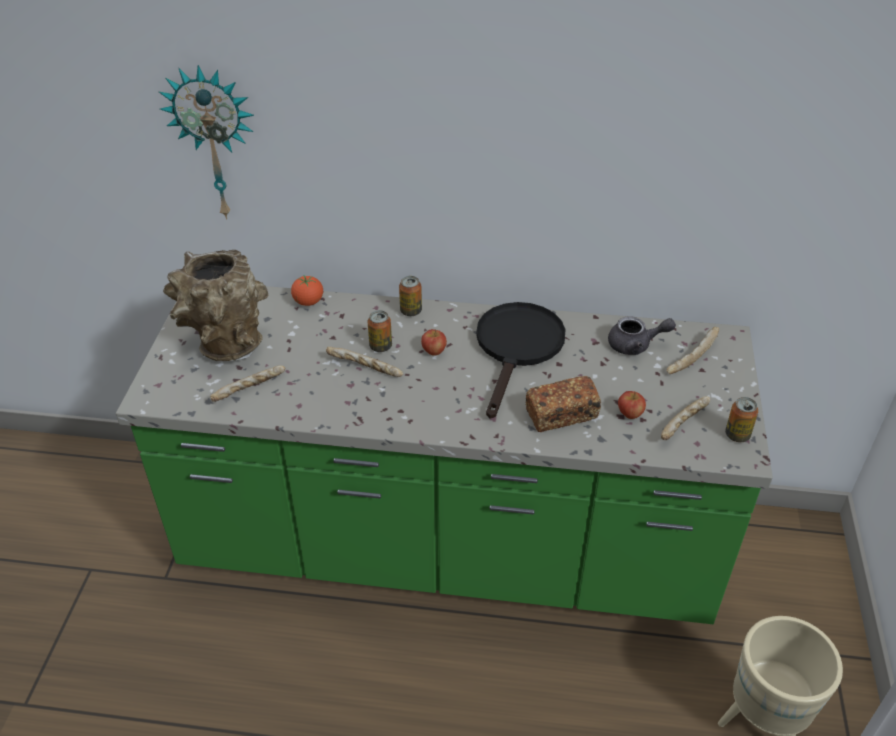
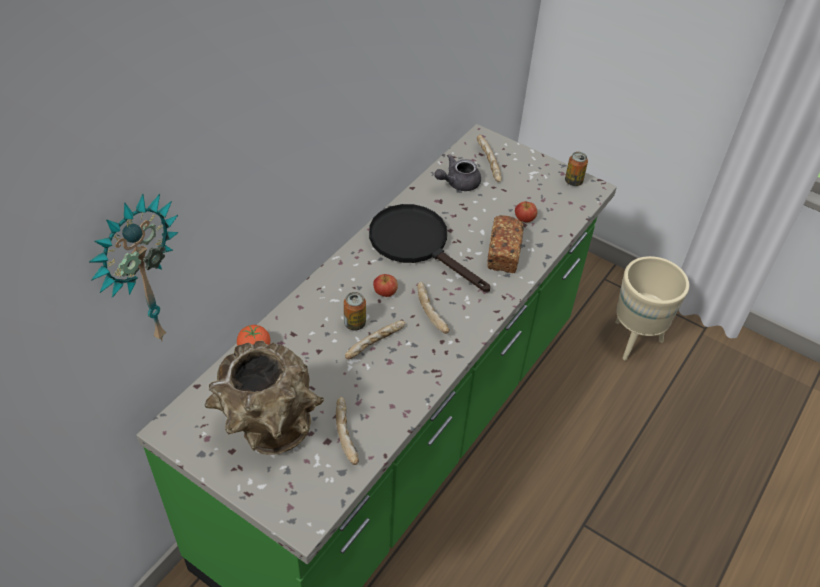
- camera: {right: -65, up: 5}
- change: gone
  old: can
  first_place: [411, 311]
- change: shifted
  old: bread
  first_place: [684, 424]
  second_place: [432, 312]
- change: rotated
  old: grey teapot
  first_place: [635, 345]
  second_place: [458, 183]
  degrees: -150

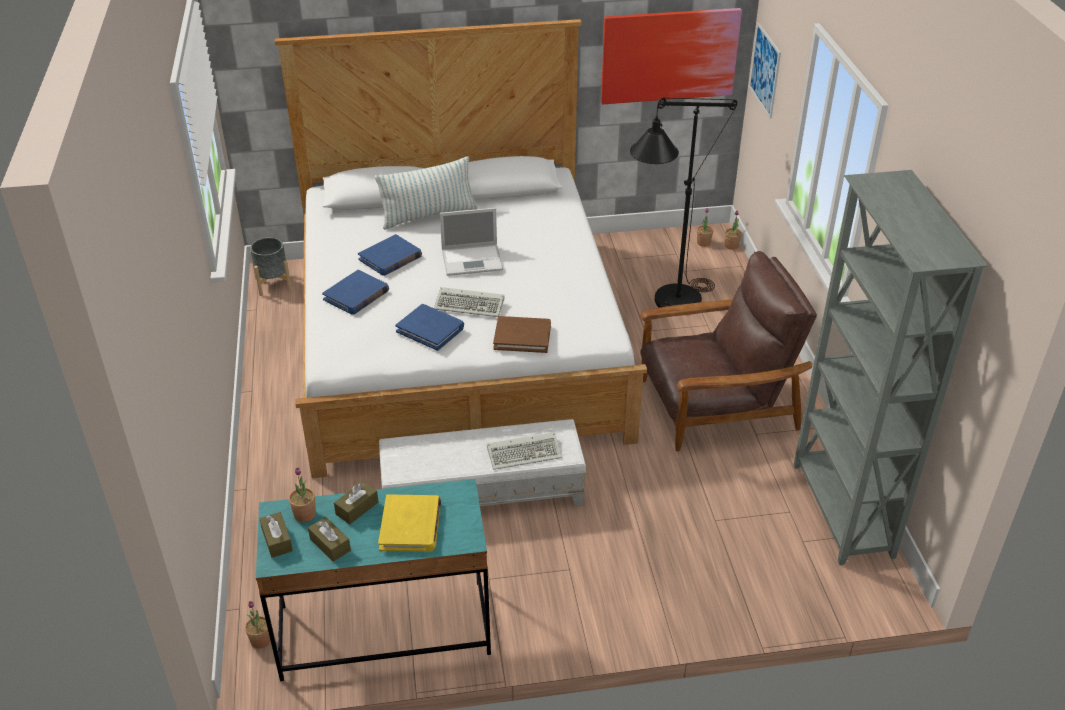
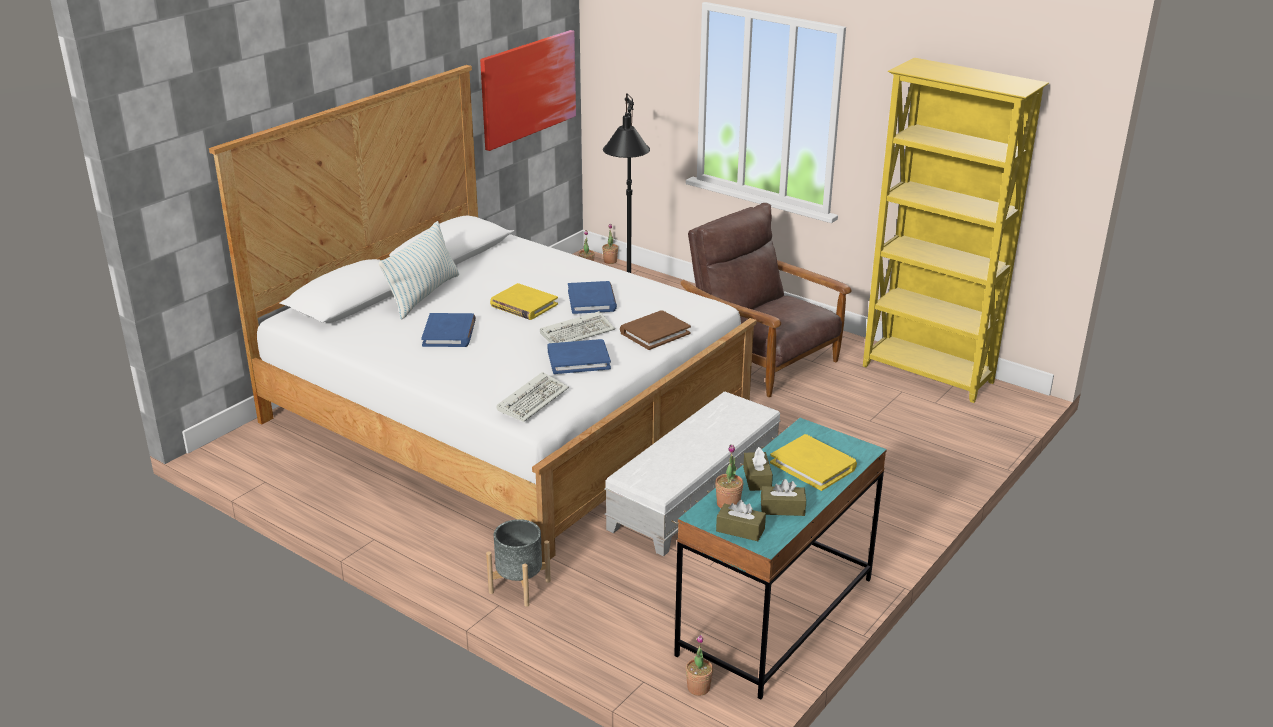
- camera: {right: -45, up: -10}
- change: gone
  old: picture
  first_place: [765, 70]
- change: shifted
  old: grey planter
  first_place: [273, 284]
  second_place: [519, 587]
- change: shifted
  old: blue book
  first_place: [356, 295]
  second_place: [592, 300]
- change: shifted
  old: keyboard
  first_place: [525, 453]
  second_place: [533, 399]
- change: swapped
  old: laptop
  new: yellow book
  first_place: [473, 260]
  second_place: [523, 305]
- change: repainted
  old: grey bookcase
  new: yellow bookcase
  first_place: [841, 511]
  second_place: [928, 375]
- change: rotated
  old: brown armchair
  first_place: [715, 405]
  second_place: [760, 358]
  degrees: -75

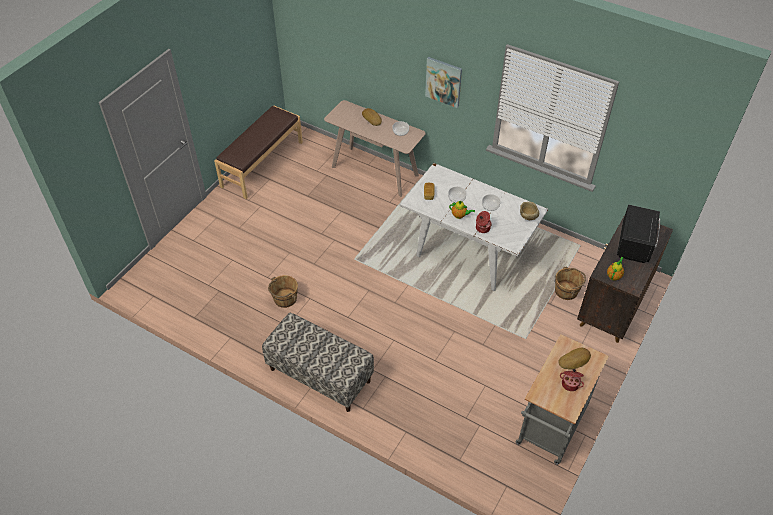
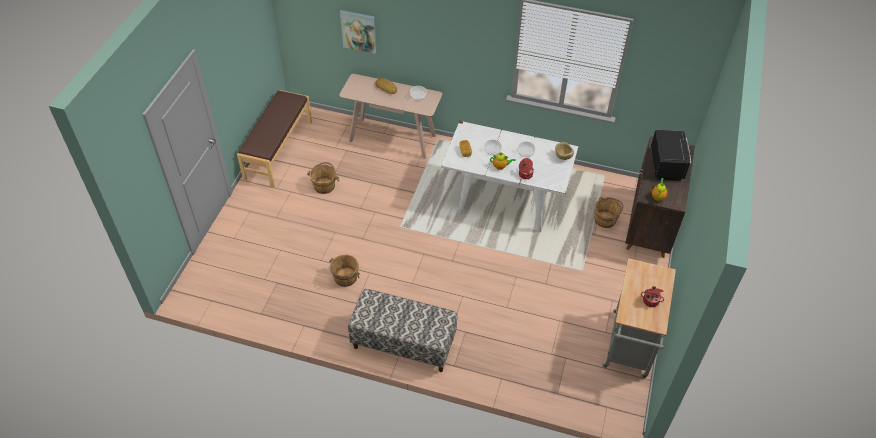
- camera: {right: -15, up: 0}
- change: gone
  old: bread
  first_place: [574, 360]
- change: new
  new: brown bucket
  second_place: [324, 186]
- change: shifted
  old: picture
  first_place: [443, 81]
  second_place: [359, 31]

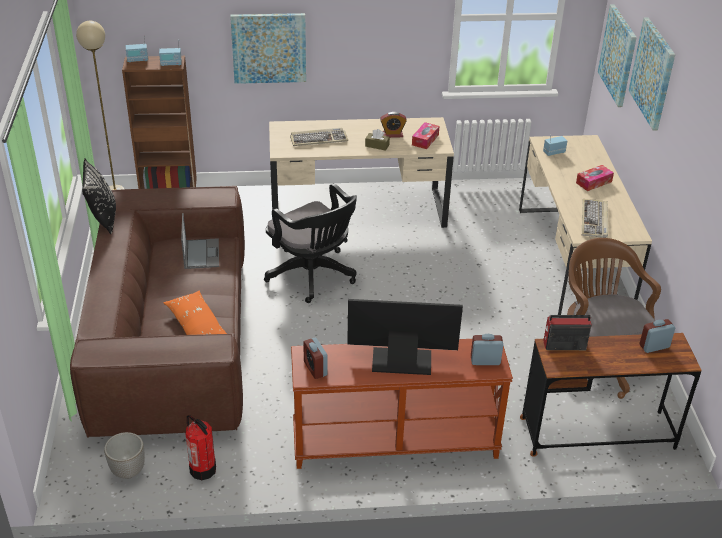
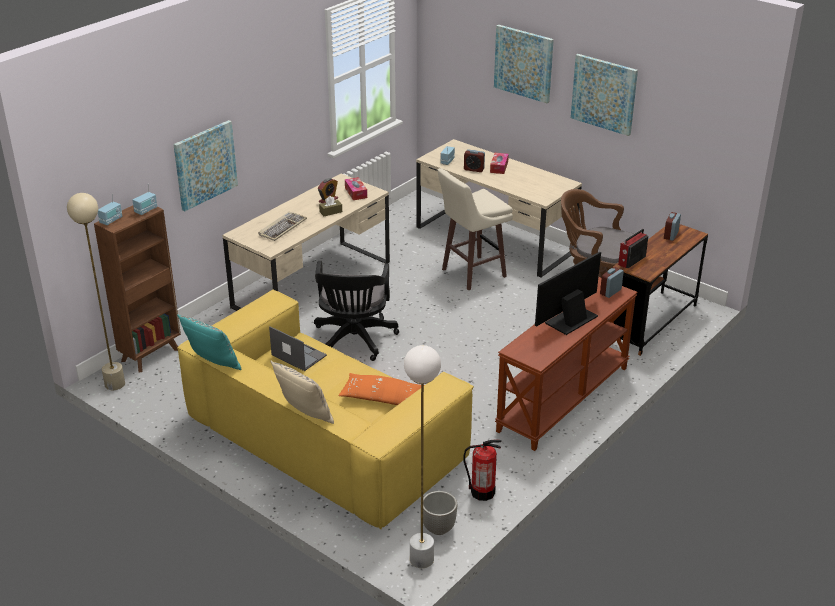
- camera: {right: -45, up: -5}
- change: gone
  old: keyboard
  first_place: [594, 220]
- change: new
  new: beige pillow
  second_place: [305, 414]
- change: new
  new: white floor lamp
  second_place: [421, 559]
- change: new
  new: beige stool
  second_place: [472, 273]
- change: shifted
  old: alarm clock
  first_place: [315, 368]
  second_place: [474, 169]
- change: shifted
  old: picture
  first_place: [618, 55]
  second_place: [604, 94]
- change: repainted
  old: brown sofa
  new: yellow sofa
  first_place: [172, 338]
  second_place: [325, 438]
- change: repainted
  old: black pillow
  new: turquoise pillow
  first_place: [103, 218]
  second_place: [213, 364]
- change: rotated
  old: black office chair
  first_place: [313, 276]
  second_place: [354, 341]
  degrees: 90

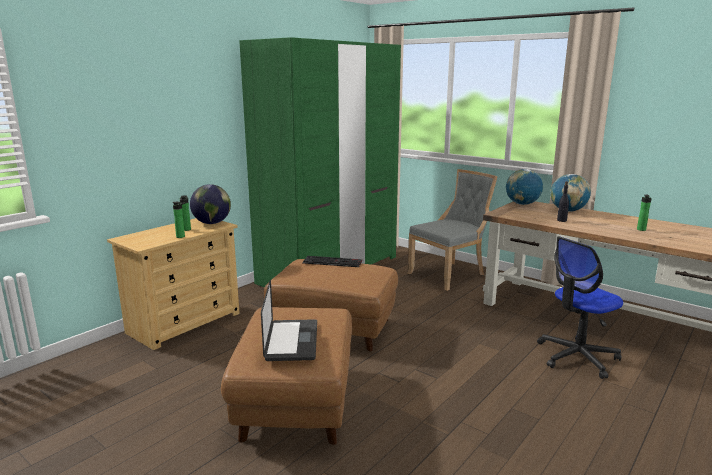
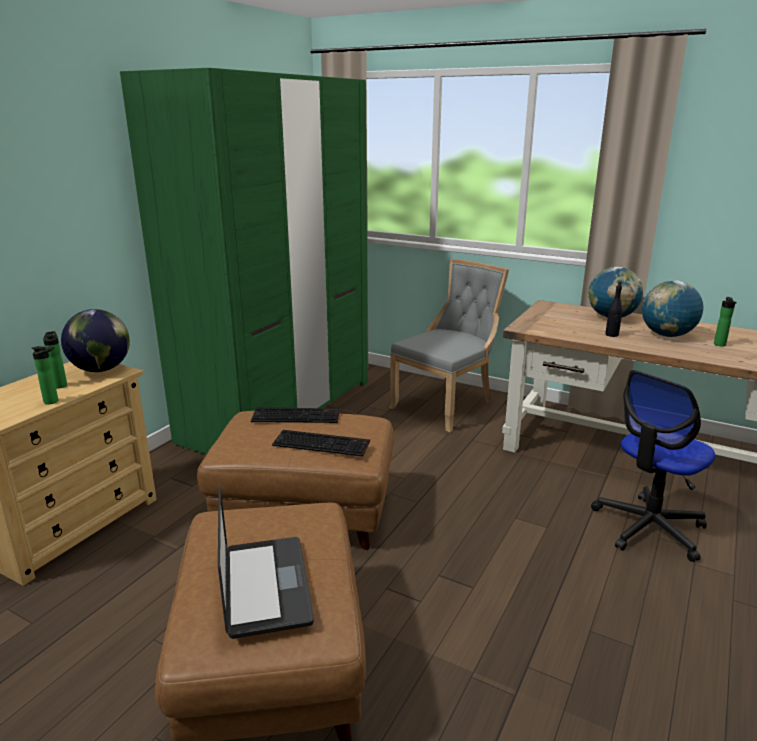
- camera: {right: -10, up: 5}
- change: new
  new: keyboard
  second_place: [322, 443]
- change: shifted
  old: globe
  first_place: [522, 204]
  second_place: [667, 335]

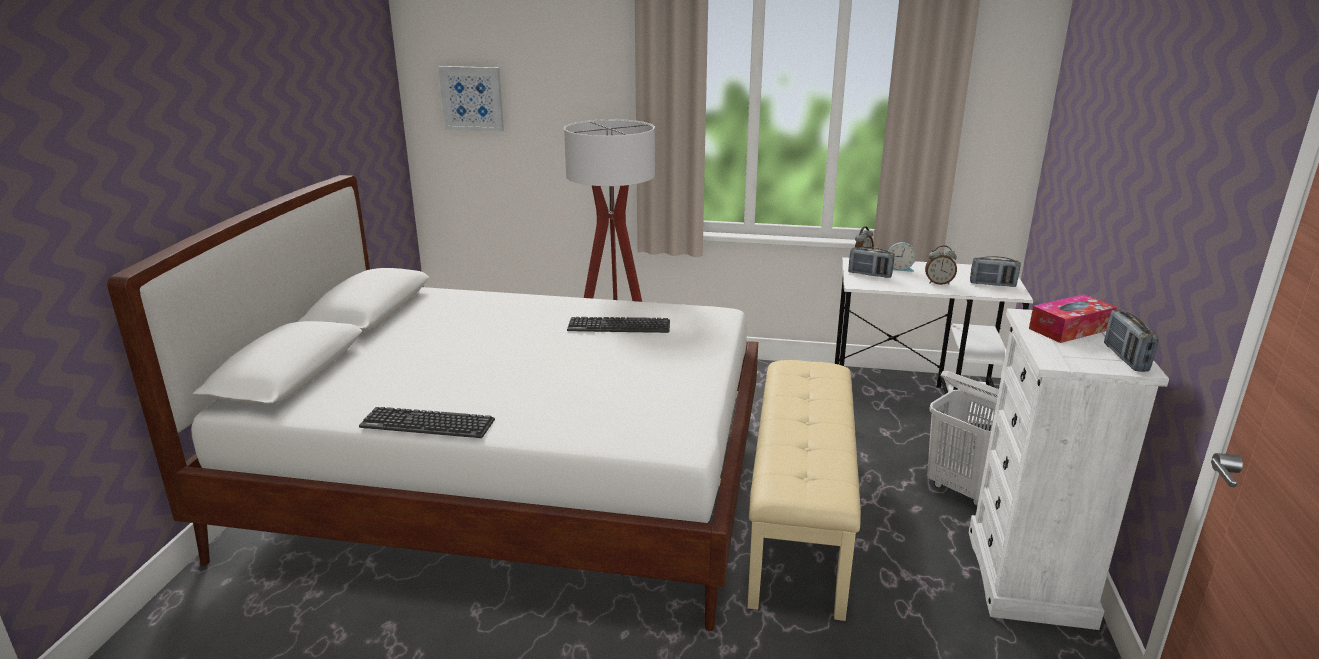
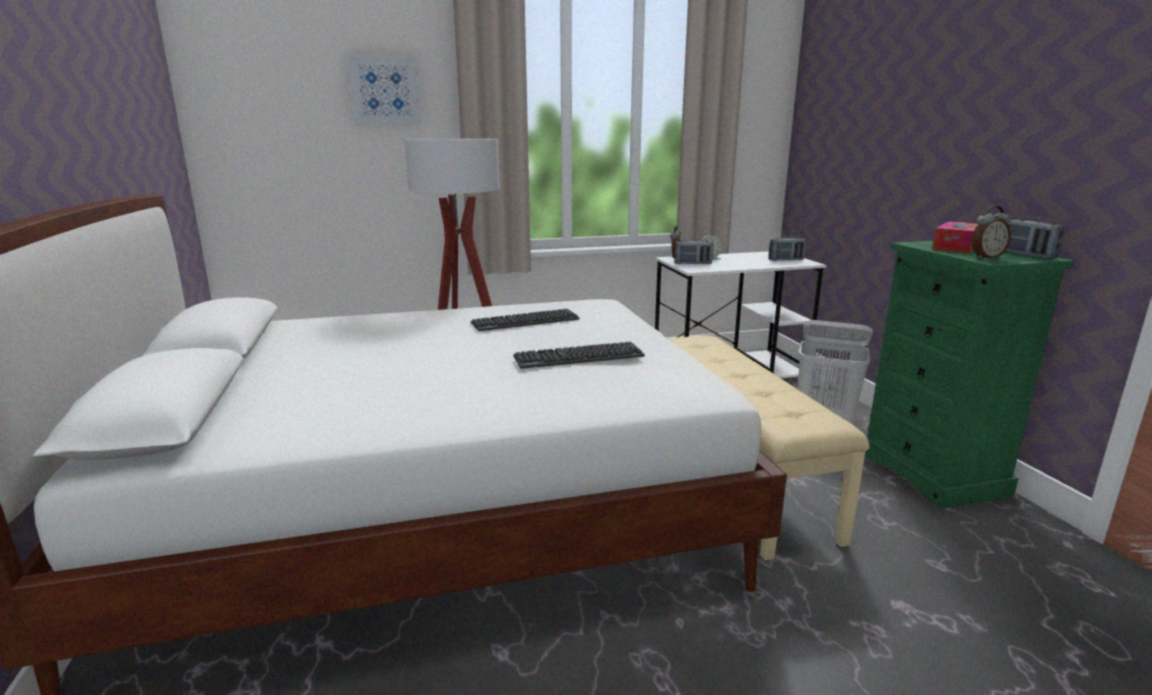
- camera: {right: -25, up: -5}
- change: shifted
  old: keyboard
  first_place: [427, 424]
  second_place: [579, 357]
- change: shifted
  old: picture
  first_place: [472, 98]
  second_place: [384, 90]
- change: shifted
  old: alarm clock
  first_place: [938, 283]
  second_place: [986, 257]
- change: repainted
  old: white dresser
  new: green dresser
  first_place: [1029, 577]
  second_place: [933, 473]

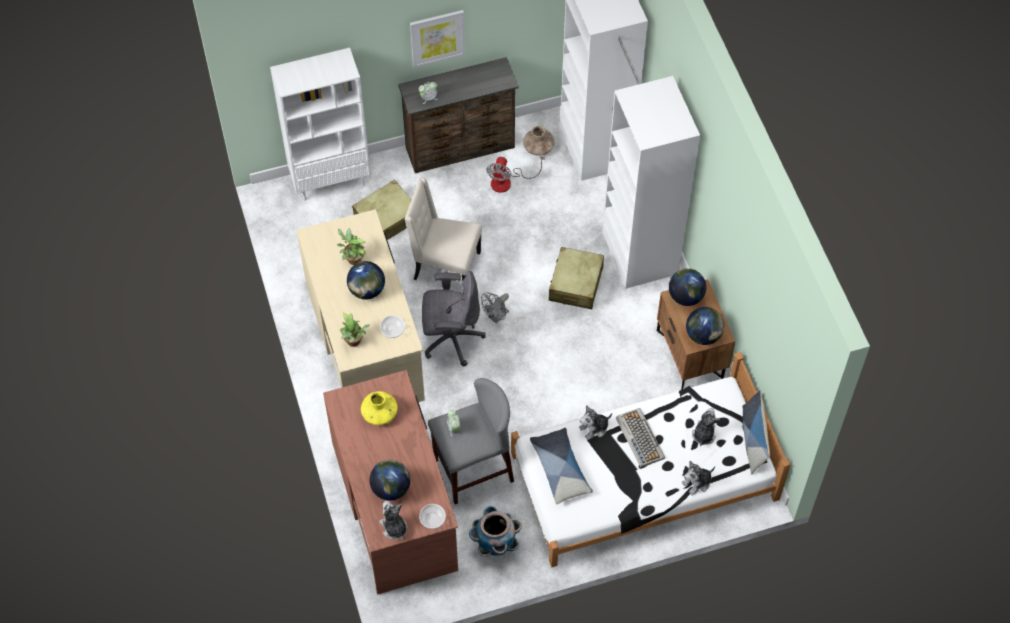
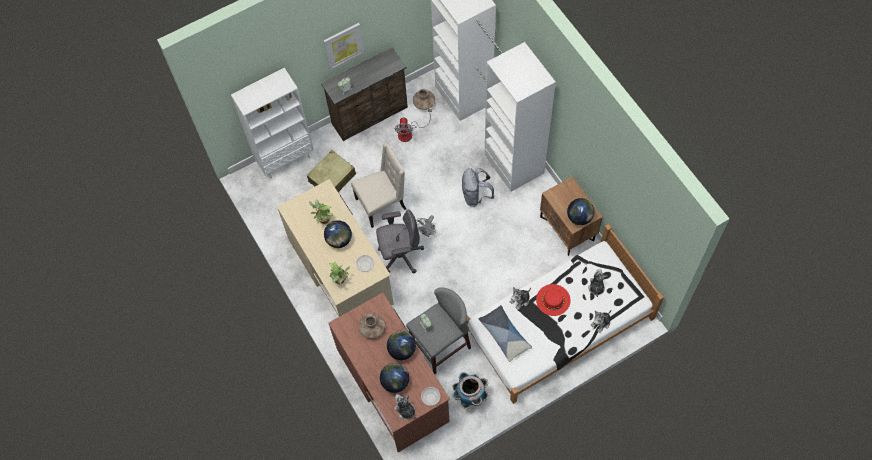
- camera: {right: -10, up: 5}
- change: gone
  old: pillow
  first_place: [753, 439]
- change: shifted
  old: globe
  first_place: [685, 296]
  second_place: [402, 350]
- change: swapped
  old: beige suitcase
  new: grey backpack
  first_place: [575, 284]
  second_place: [476, 196]
- change: swapped
  old: keyboard
  new: red hat
  first_place: [639, 437]
  second_place: [553, 300]
- change: repainted
  old: yellow vase
  new: brown vase
  first_place: [379, 413]
  second_place: [372, 328]
- change: rotated
  old: beige chair
  first_place: [445, 267]
  second_place: [382, 204]
  degrees: 150

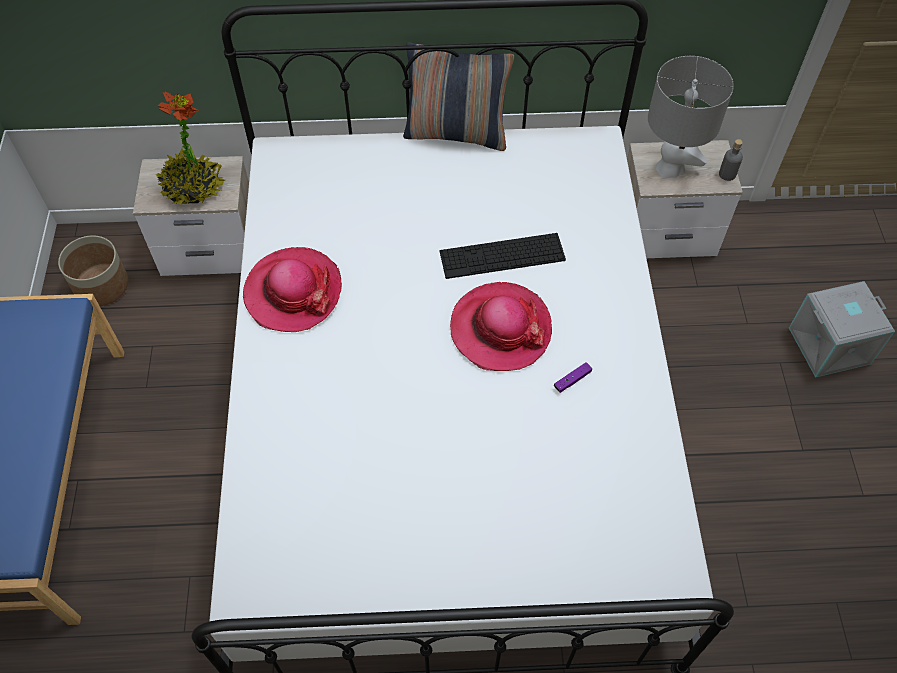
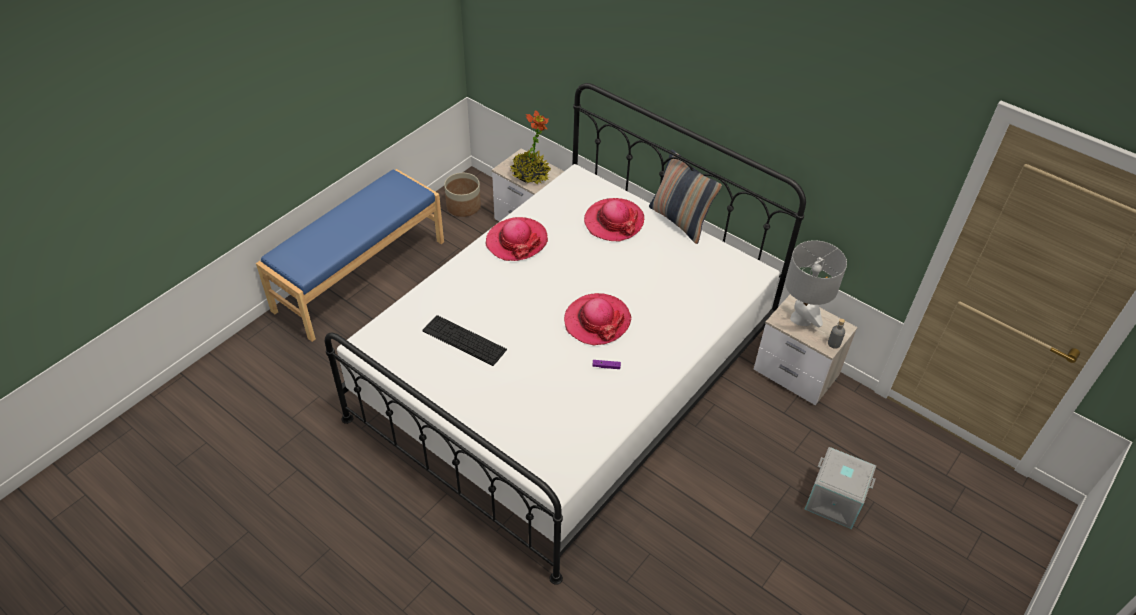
- camera: {right: 40, up: -10}
- change: new
  new: hat
  second_place: [613, 221]
- change: shifted
  old: keyboard
  first_place: [502, 256]
  second_place: [464, 340]

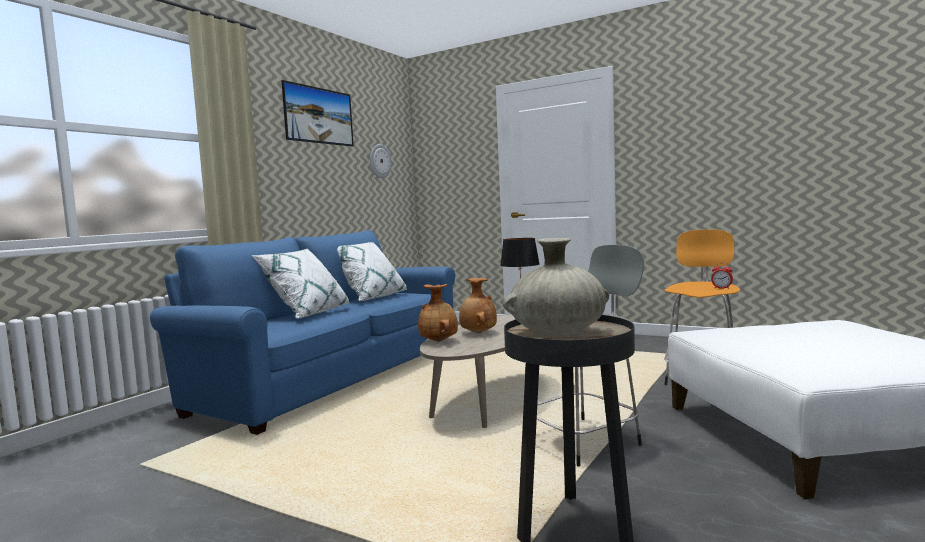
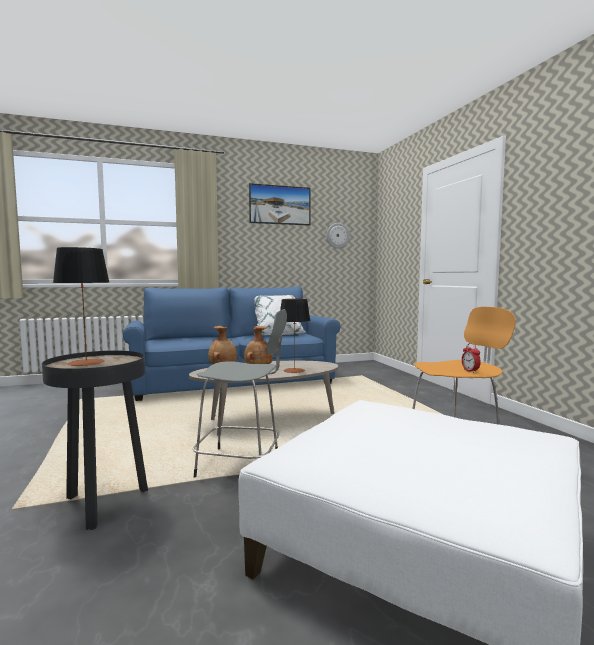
- camera: {right: 40, up: 0}
- change: gone
  old: white pillow
  first_place: [307, 314]
- change: swapped
  old: beige vase
  new: table lamp
  first_place: [558, 333]
  second_place: [86, 363]

